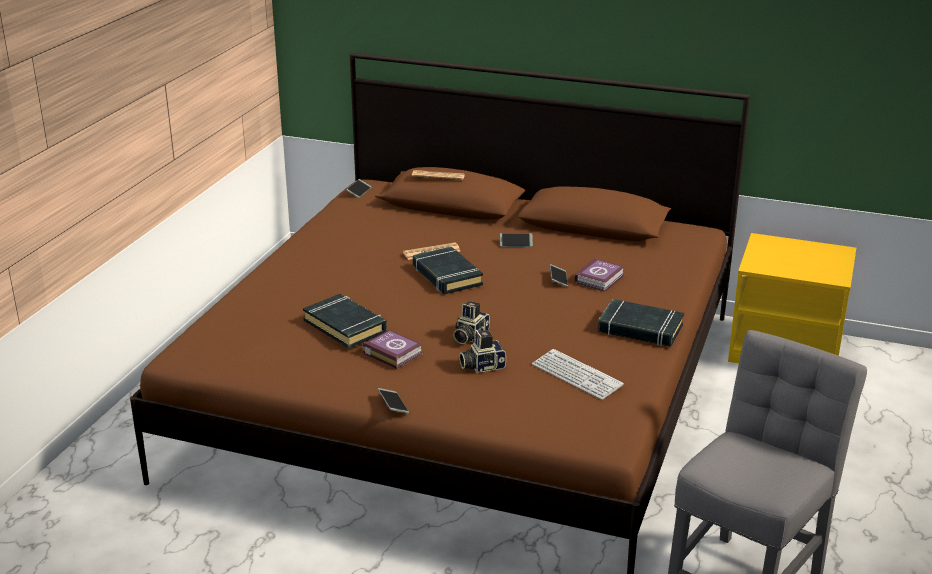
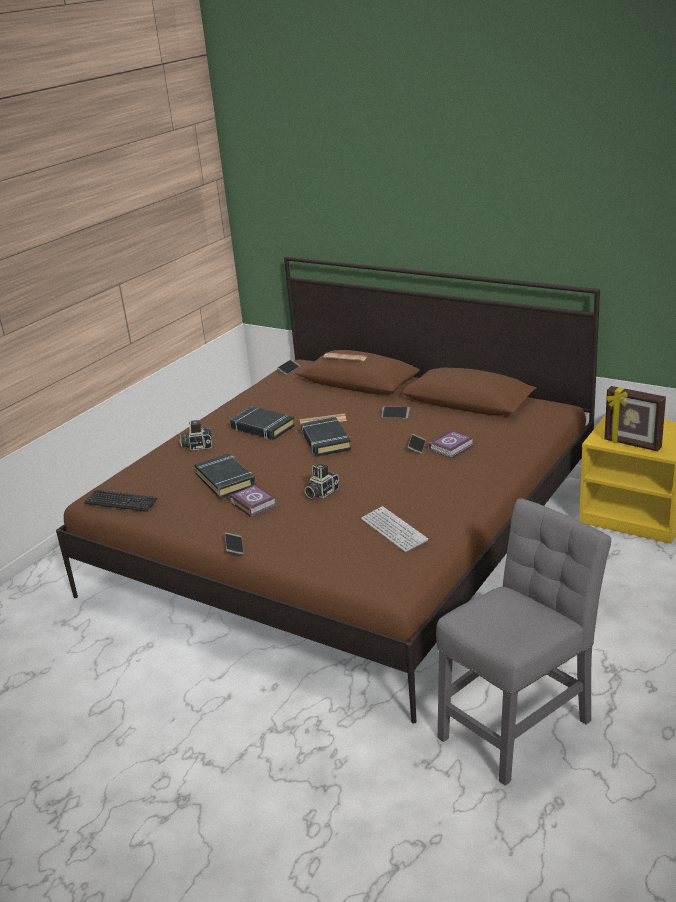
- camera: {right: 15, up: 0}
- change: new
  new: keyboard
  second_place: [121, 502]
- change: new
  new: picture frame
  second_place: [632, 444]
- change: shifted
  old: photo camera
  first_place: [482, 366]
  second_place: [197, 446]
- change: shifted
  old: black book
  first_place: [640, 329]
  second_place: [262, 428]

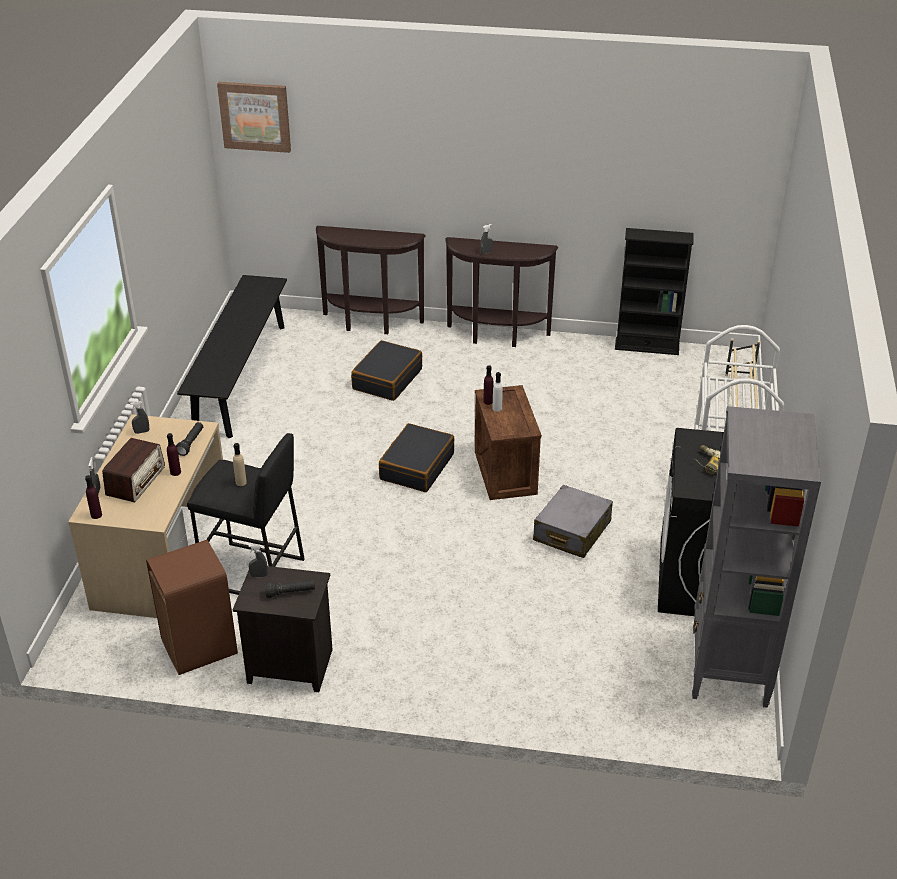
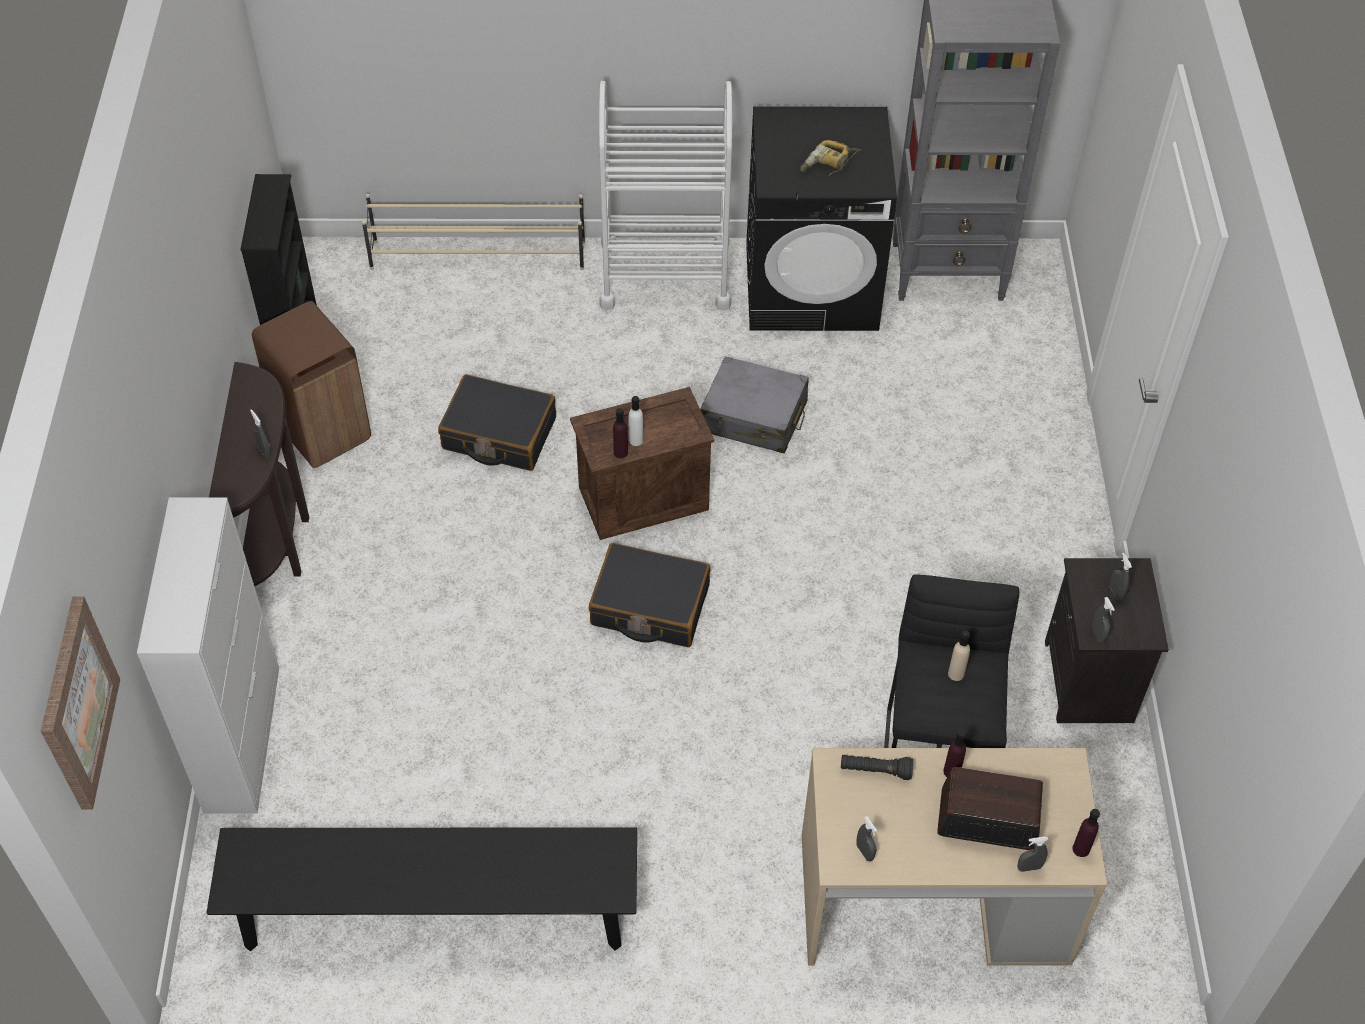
- camera: {right: -100, up: 15}
- change: shifted
  old: brown trash can
  first_place: [198, 647]
  second_place: [322, 432]
- change: shifted
  old: black suitcase
  first_place: [387, 379]
  second_place: [499, 434]
- change: swapped
  old: black flashlight
  new: grey spray bottle
  first_place: [290, 593]
  second_place: [1116, 592]
- change: swapped
  old: brown console table
  new: white cabinet
  first_place: [371, 324]
  second_place: [243, 737]

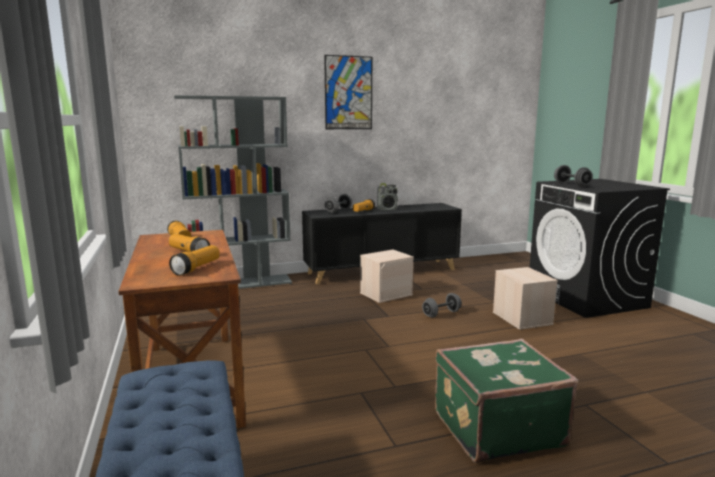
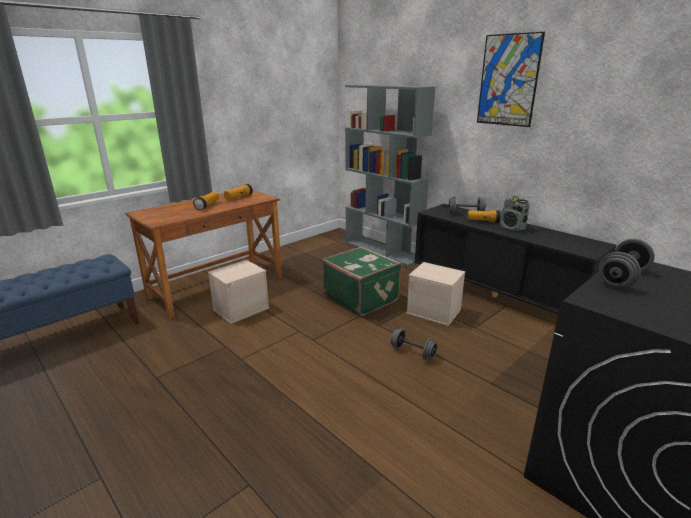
- camera: {right: 65, up: 10}
- change: gone
  old: flashlight
  first_place: [197, 268]
- change: shifted
  old: green suitcase
  first_place: [495, 427]
  second_place: [361, 297]
- change: shifted
  old: beige storage box
  first_place: [521, 318]
  second_place: [241, 308]

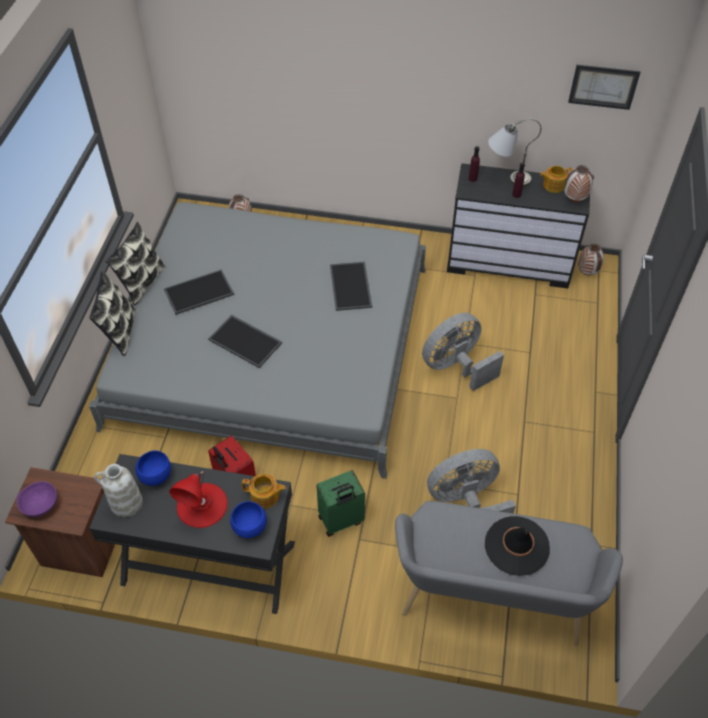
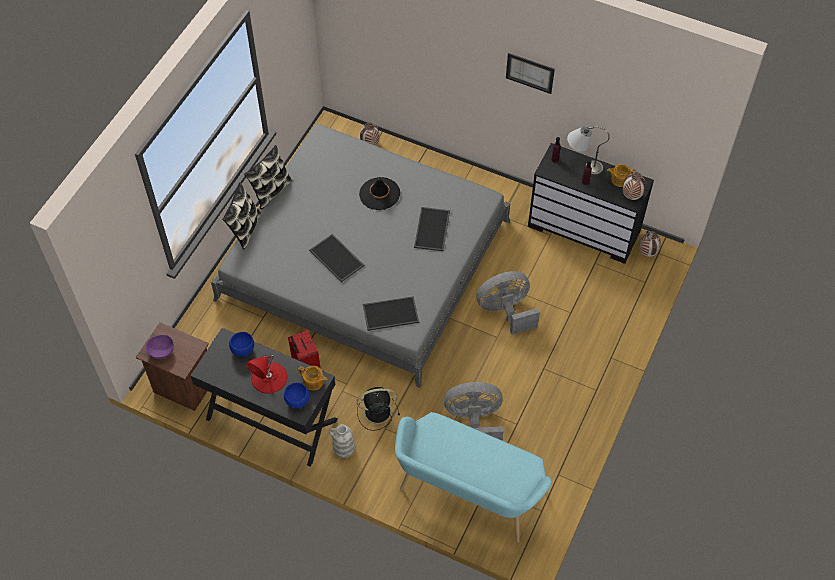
- camera: {right: 15, up: 5}
- change: shifted
  old: white vase
  first_place: [126, 503]
  second_place: [343, 448]
- change: shifted
  old: tray
  first_place: [198, 293]
  second_place: [390, 314]
- change: shifted
  old: black hat
  first_place: [516, 546]
  second_place: [379, 194]
- change: shifted
  old: picture
  first_place: [603, 86]
  second_place: [530, 72]
- change: swapped
  old: green suitcase
  new: black fan
  first_place: [341, 521]
  second_place: [376, 412]
- change: repainted
  old: grey bench
  new: turquoise bench
  first_place: [491, 600]
  second_place: [467, 495]

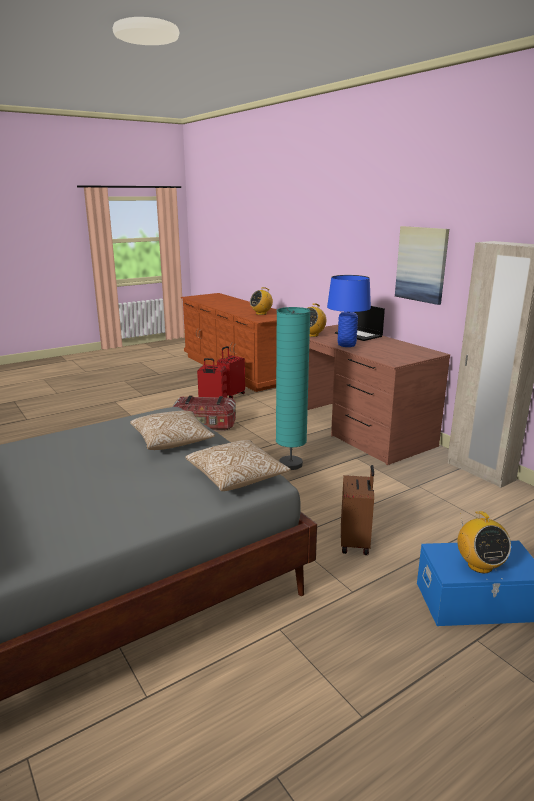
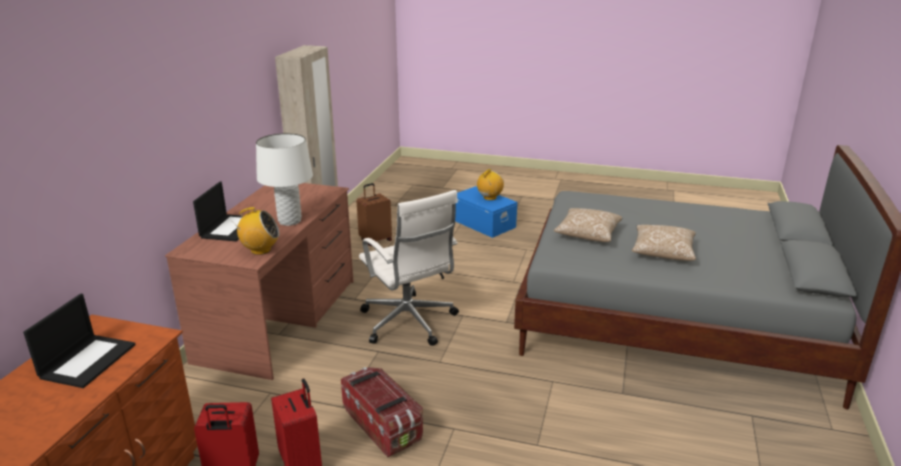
- camera: {right: -130, up: 5}
- change: gone
  old: picture
  first_place: [422, 264]
- change: shifted
  old: pillow
  first_place: [237, 477]
  second_place: [662, 252]
- change: shifted
  old: brown suitcase
  first_place: [356, 543]
  second_place: [375, 240]
- change: swapped
  old: radio
  new: laptop
  first_place: [261, 313]
  second_place: [88, 360]
- change: swapped
  old: turquoise floor lamp
  new: white office chair
  first_place: [290, 464]
  second_place: [409, 323]
- change: repainted
  old: blue table lamp
  new: white table lamp
  first_place: [346, 345]
  second_place: [290, 221]

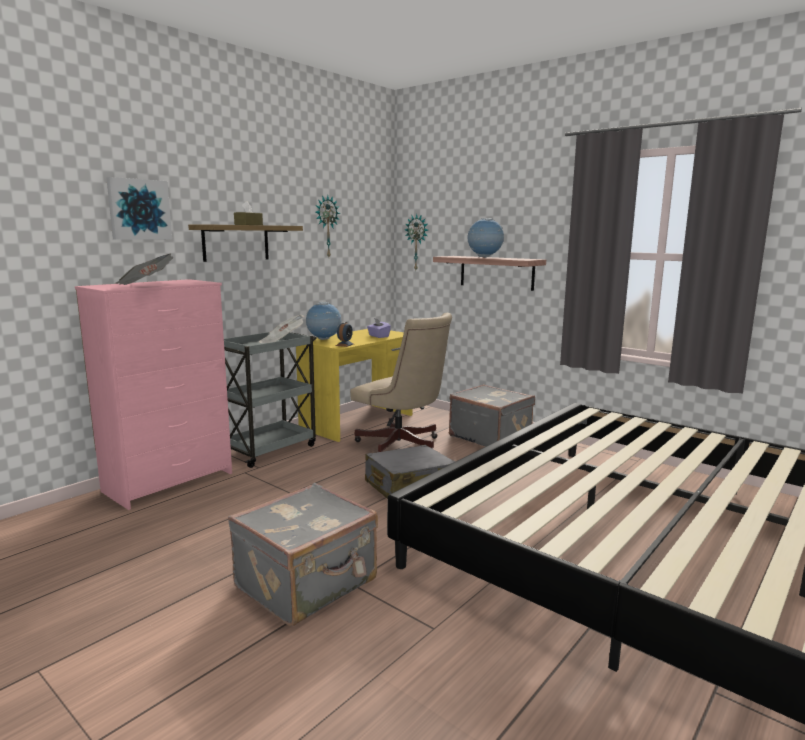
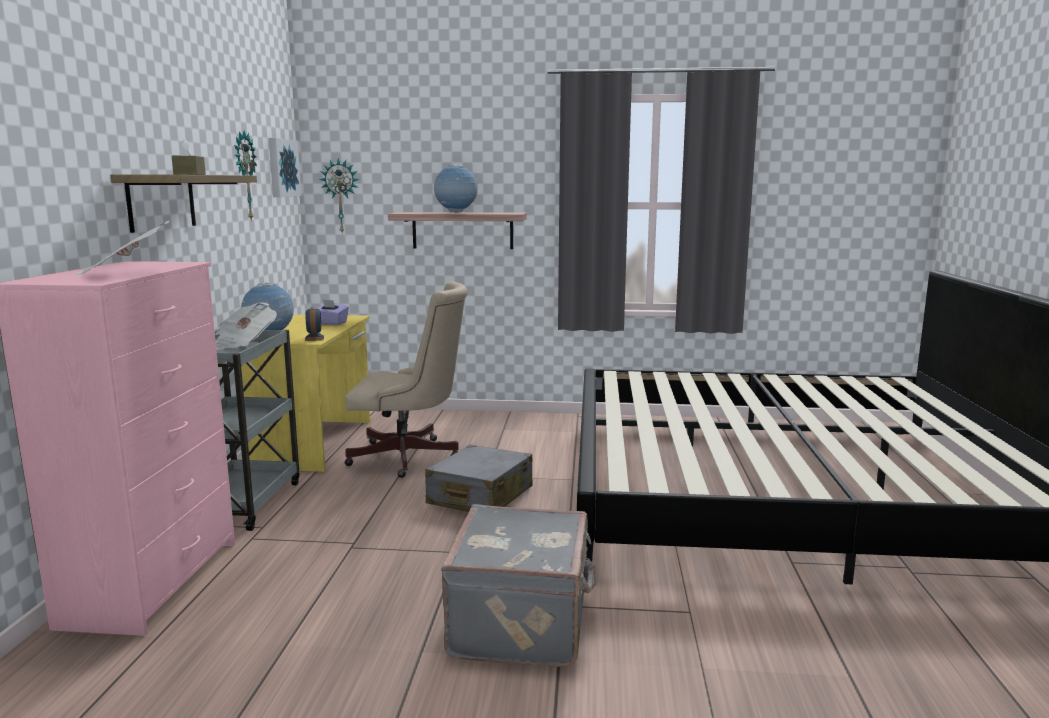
- camera: {right: -35, up: 0}
- change: gone
  old: grey suitcase
  first_place: [490, 437]
- change: shifted
  old: picture
  first_place: [139, 209]
  second_place: [282, 168]

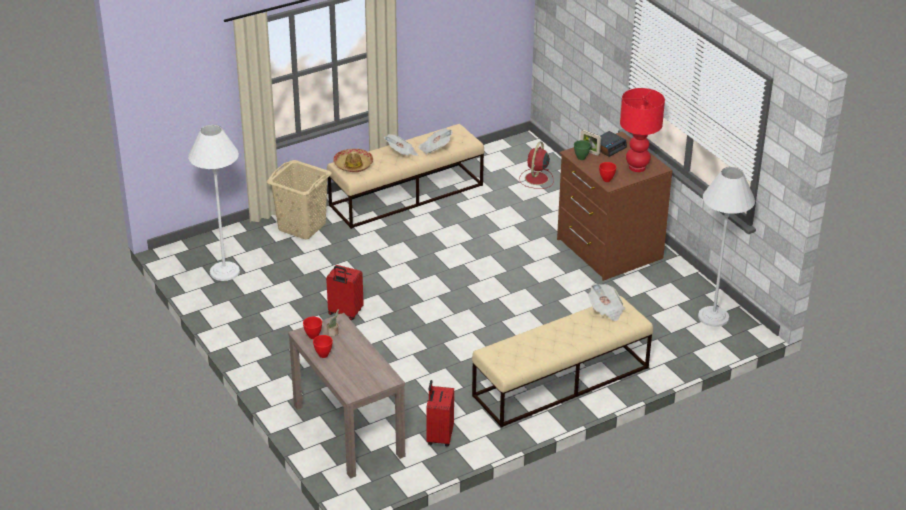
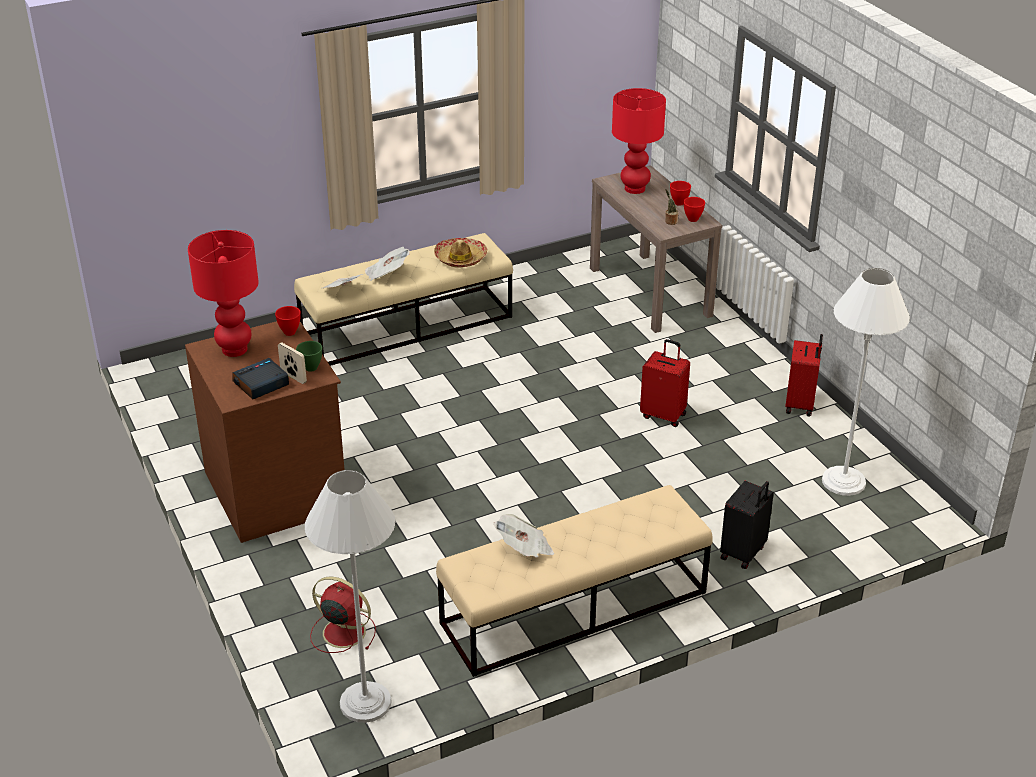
- camera: {right: -175, up: 0}
- change: new
  new: red table lamp
  second_place: [634, 189]
- change: shifted
  old: hat
  first_place: [353, 165]
  second_place: [460, 258]
- change: shifted
  old: newspaper
  first_place: [401, 153]
  second_place: [386, 274]
- change: shifted
  old: red suitcase
  first_place: [439, 436]
  second_place: [801, 404]
- change: shifted
  old: white floor lamp
  first_place: [713, 317]
  second_place: [365, 703]
- change: swapped
  old: beige laundry basket
  new: black suitcase
  first_place: [302, 226]
  second_place: [744, 553]
- change: rotated
  old: red fan
  first_place: [536, 179]
  second_place: [342, 632]
  degrees: -90

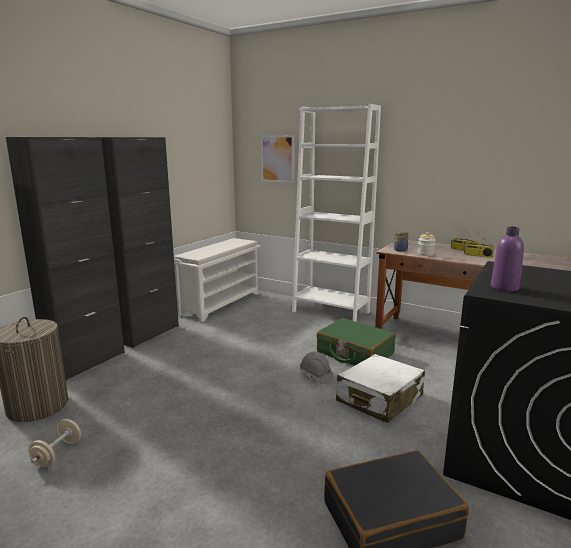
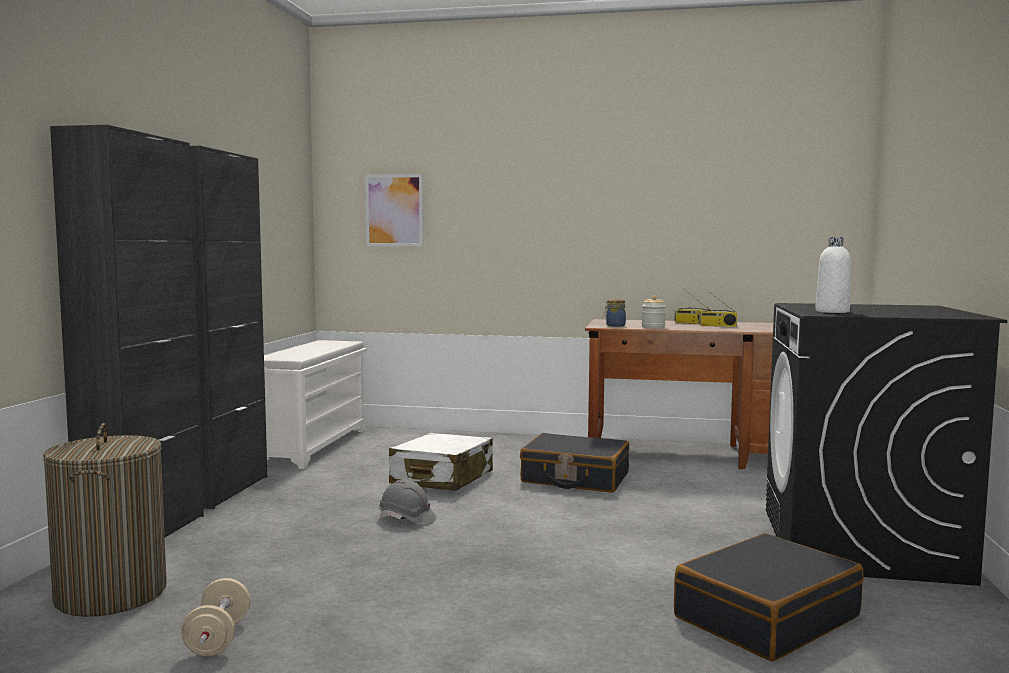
- camera: {right: -20, up: -10}
- change: gone
  old: white bookcase
  first_place: [330, 312]
- change: shifted
  old: grey hard hat
  first_place: [316, 376]
  second_place: [407, 519]
- change: shifted
  old: white suitcase
  first_place: [379, 399]
  second_place: [442, 478]
- change: repainted
  old: green suitcase
  new: black suitcase
  first_place: [354, 353]
  second_place: [575, 478]
- change: repainted
  old: purple bottle
  new: white bottle
  first_place: [504, 287]
  second_place: [832, 311]

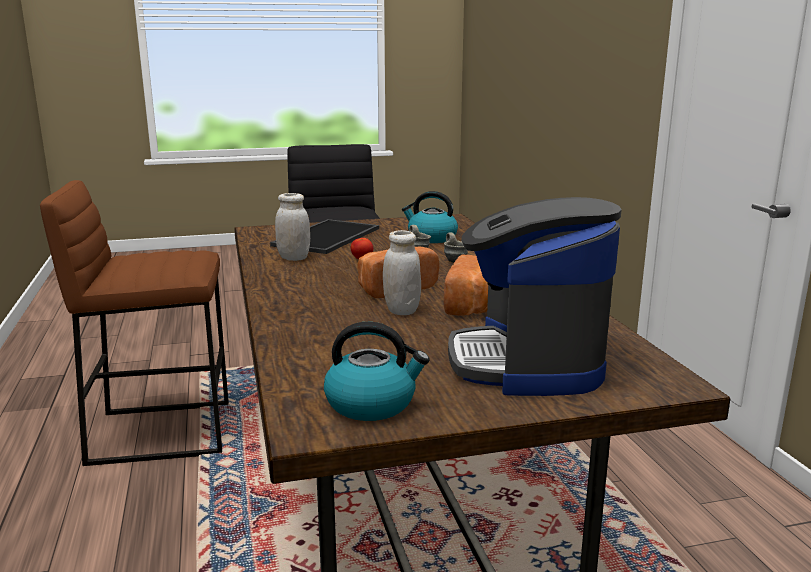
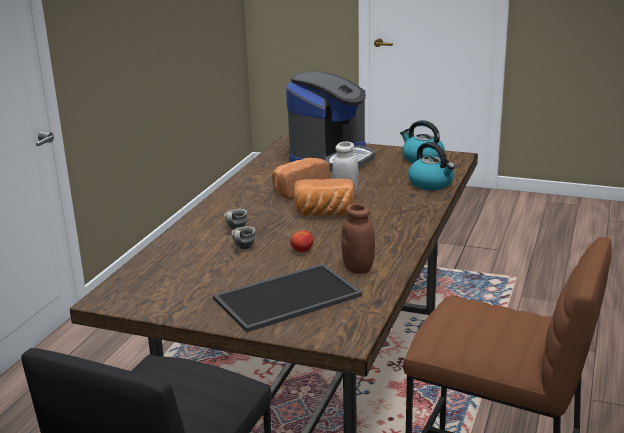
- camera: {right: -145, up: 5}
- change: shifted
  old: kettle
  first_place: [431, 238]
  second_place: [431, 184]
- change: repainted
  old: white jar
  new: brown jar
  first_place: [293, 258]
  second_place: [358, 268]

